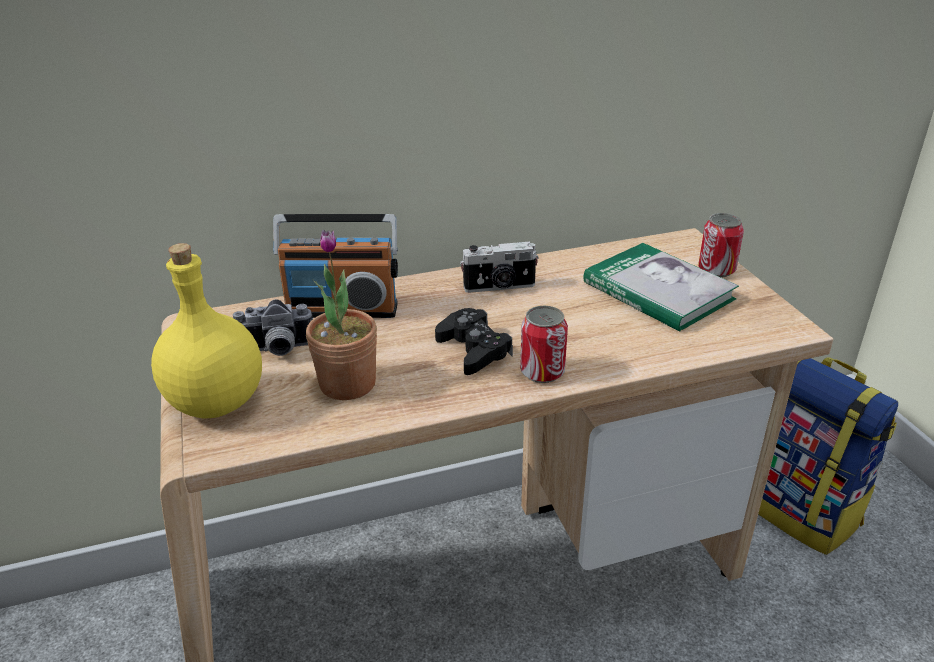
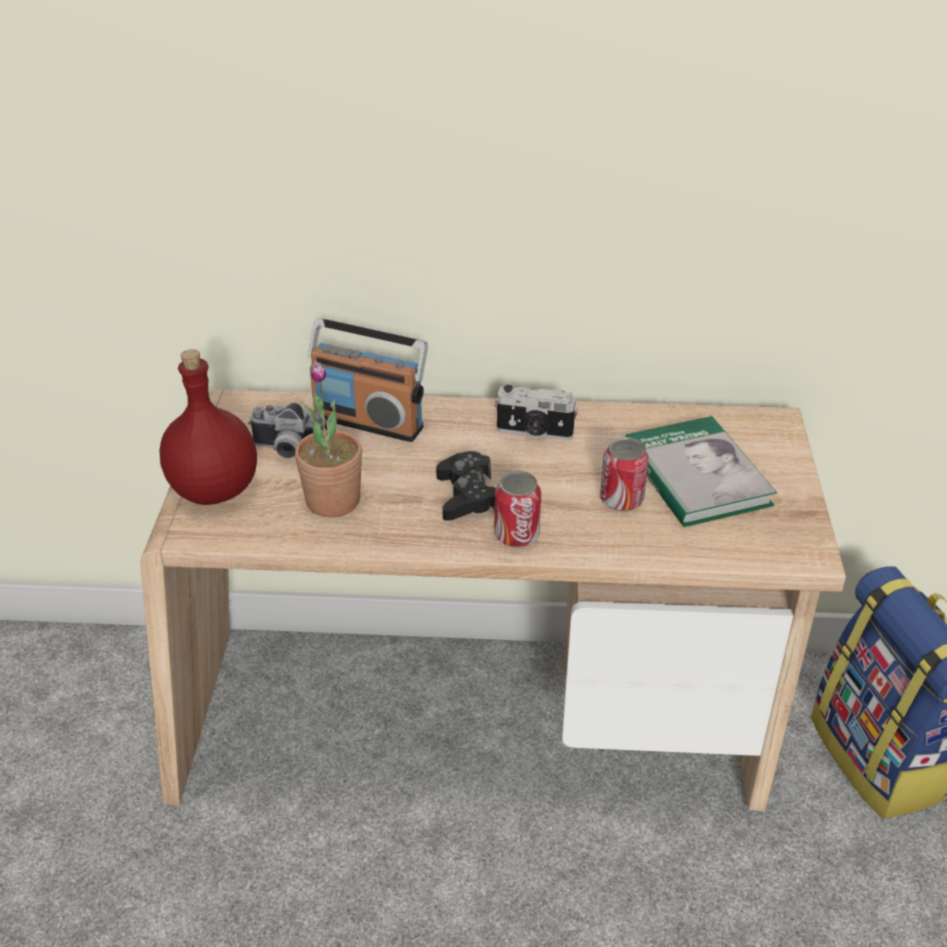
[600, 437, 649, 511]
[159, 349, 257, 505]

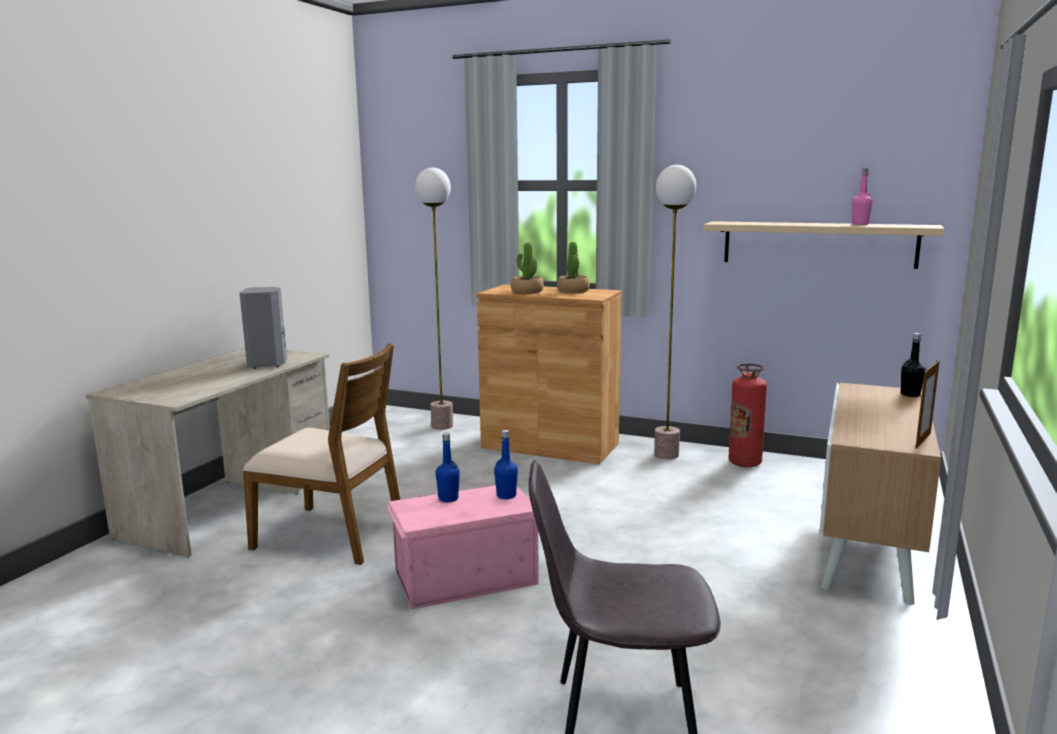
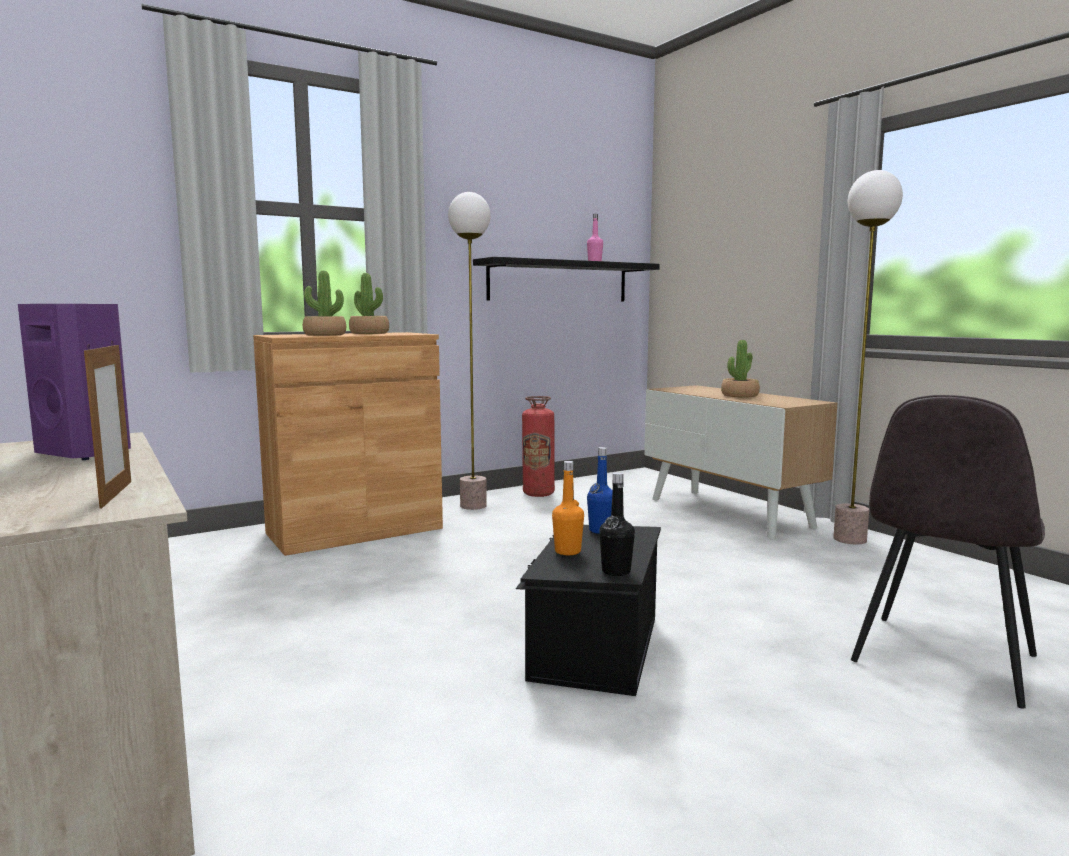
[833, 170, 903, 544]
[473, 257, 660, 301]
[18, 304, 131, 460]
[599, 472, 635, 576]
[243, 343, 400, 565] (first image)
[84, 341, 131, 509]
[552, 461, 584, 555]
[516, 525, 661, 696]
[721, 340, 760, 397]

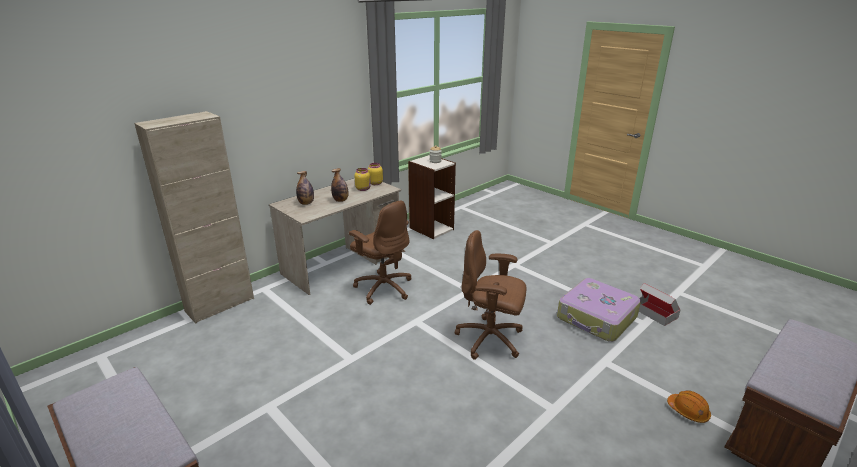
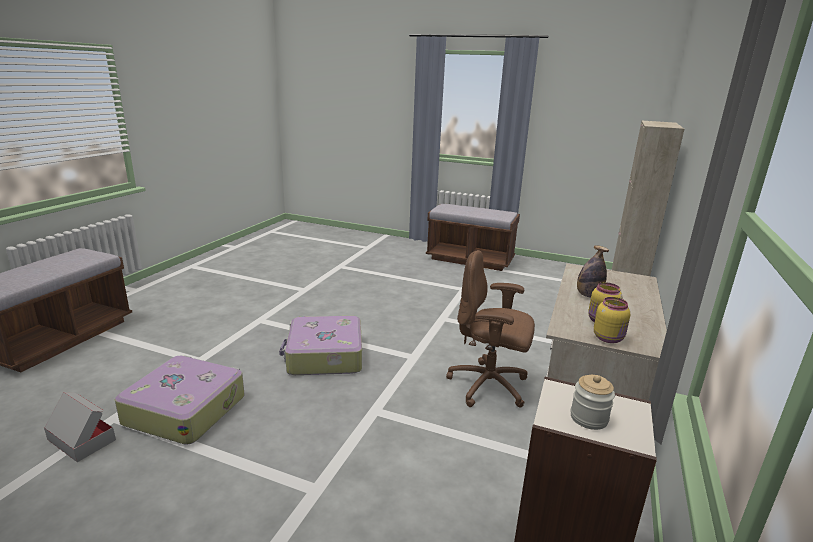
[296, 171, 314, 205] (first image)
[279, 316, 362, 375]
[667, 390, 711, 423] (first image)

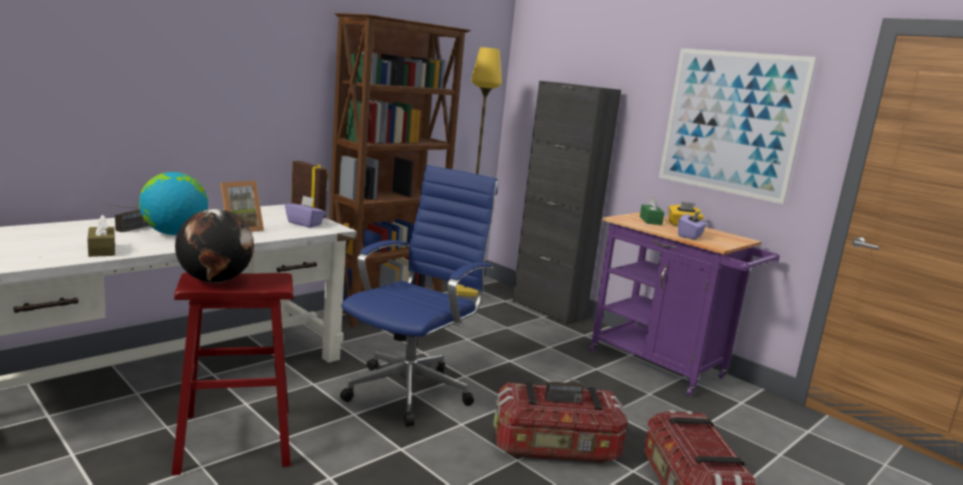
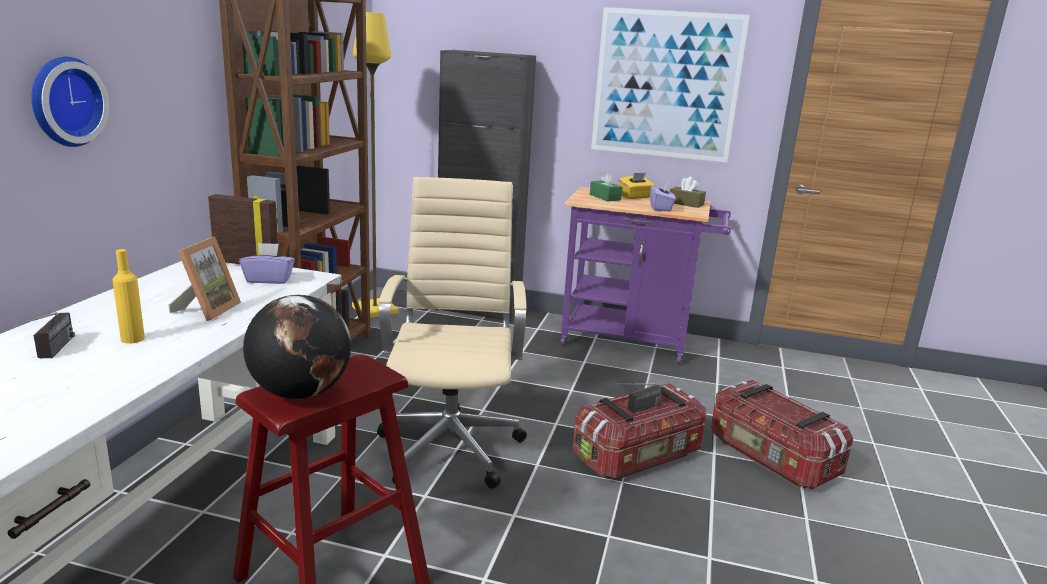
[377, 177, 527, 489]
[112, 249, 145, 344]
[670, 177, 706, 208]
[31, 57, 109, 147]

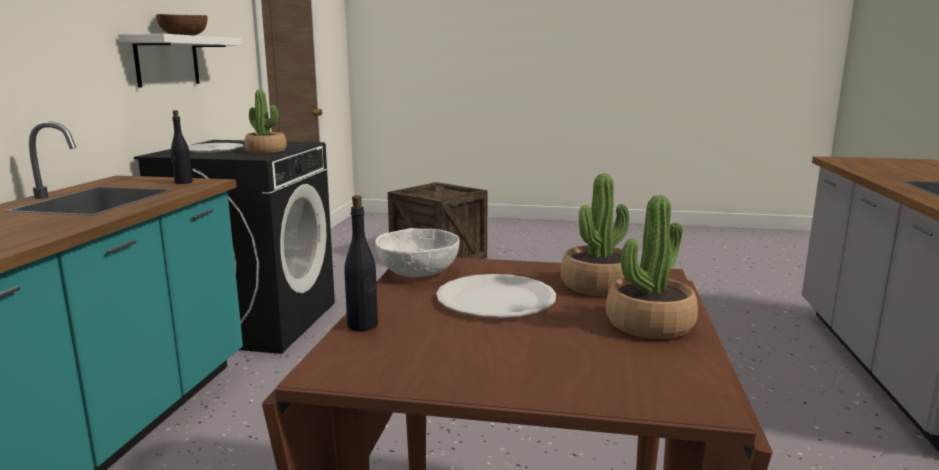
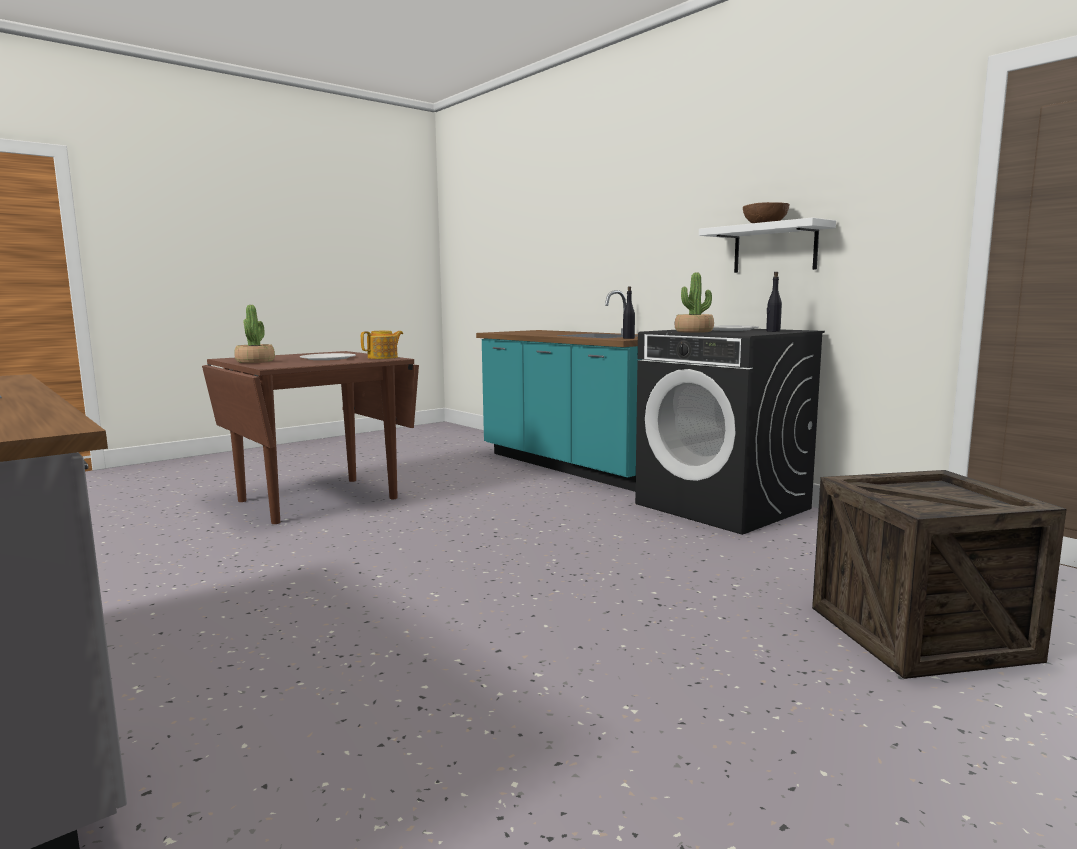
[560, 173, 629, 296] (first image)
[766, 272, 782, 332]
[361, 331, 403, 359]

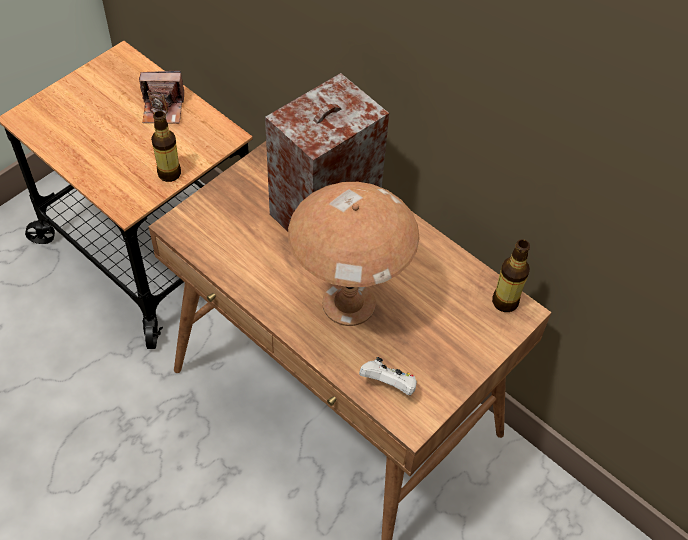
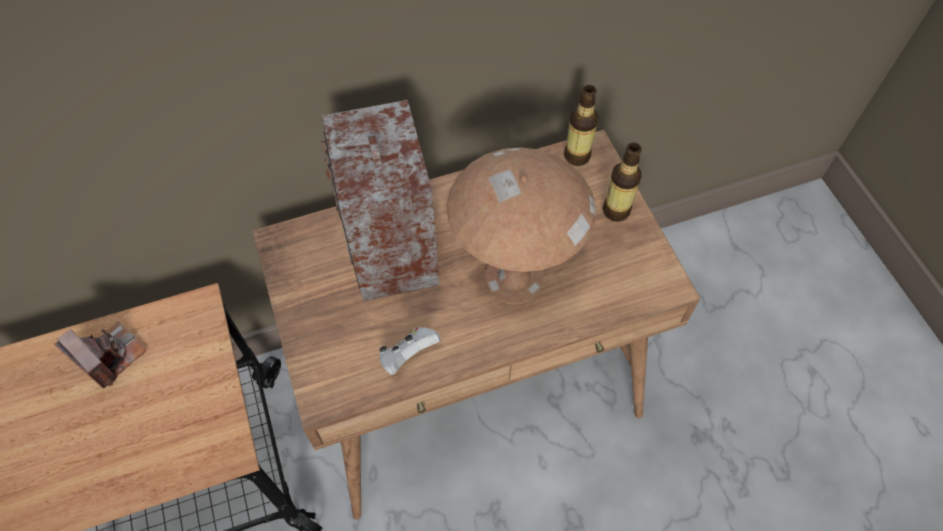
[54, 322, 147, 388]
[603, 143, 642, 222]
[379, 327, 441, 375]

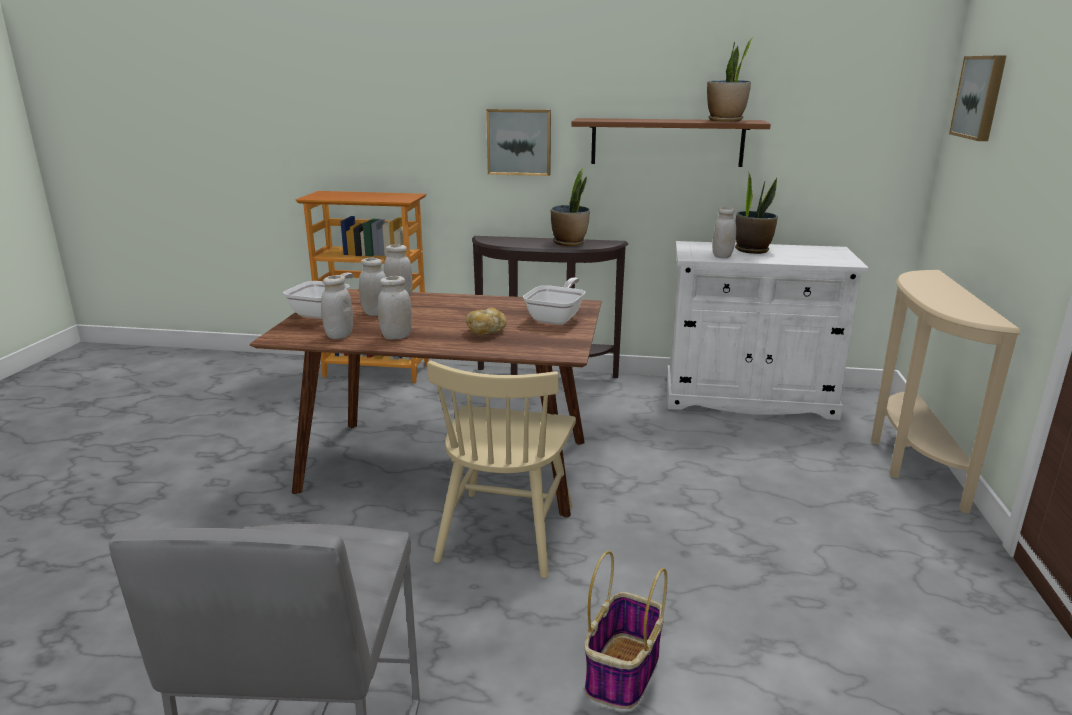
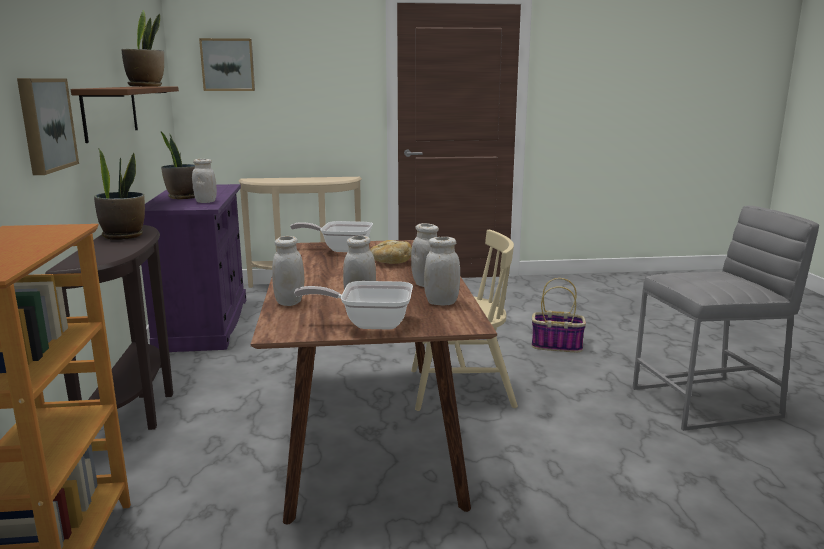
[141, 184, 246, 352]

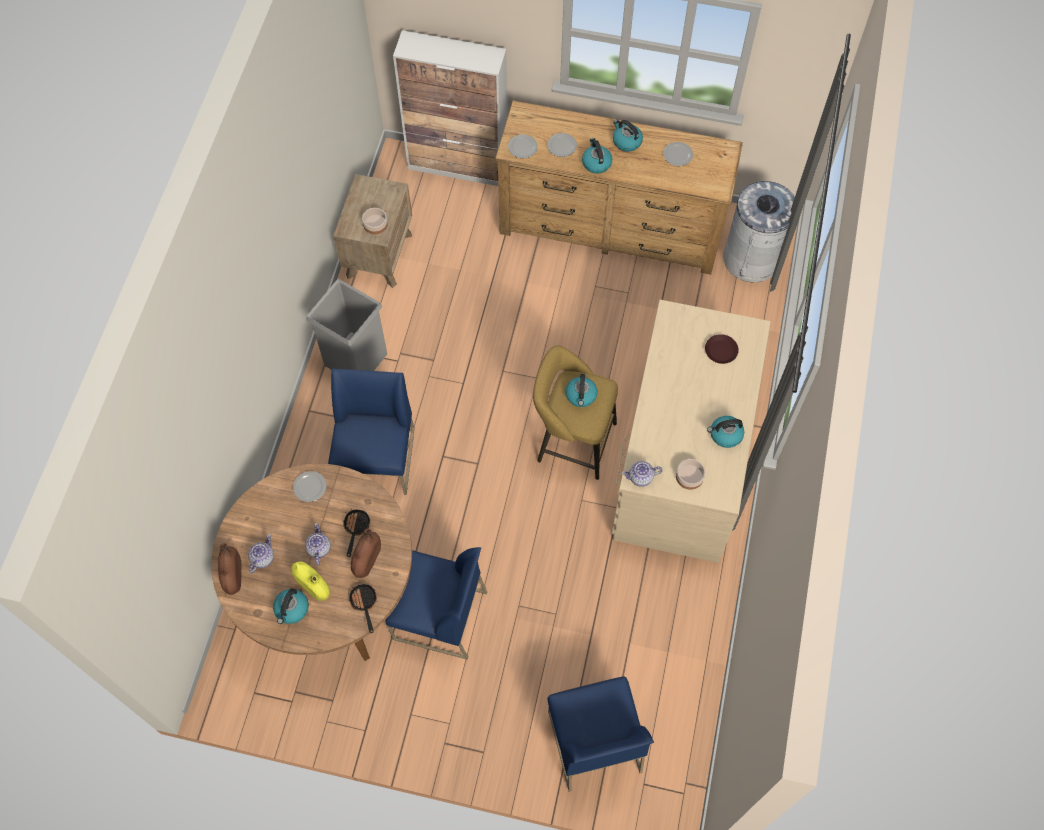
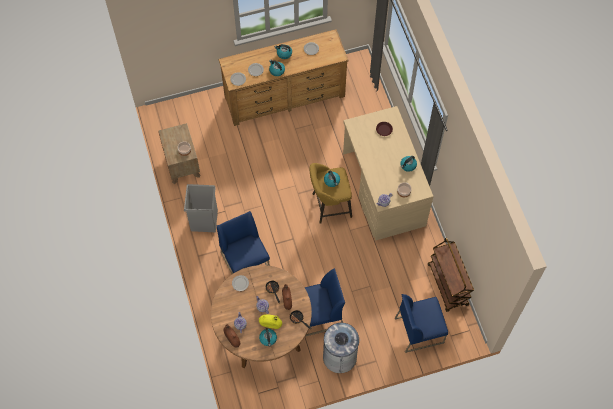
[393, 30, 507, 186] (first image)
[323, 323, 361, 373]
[395, 294, 448, 353]
[428, 238, 474, 312]

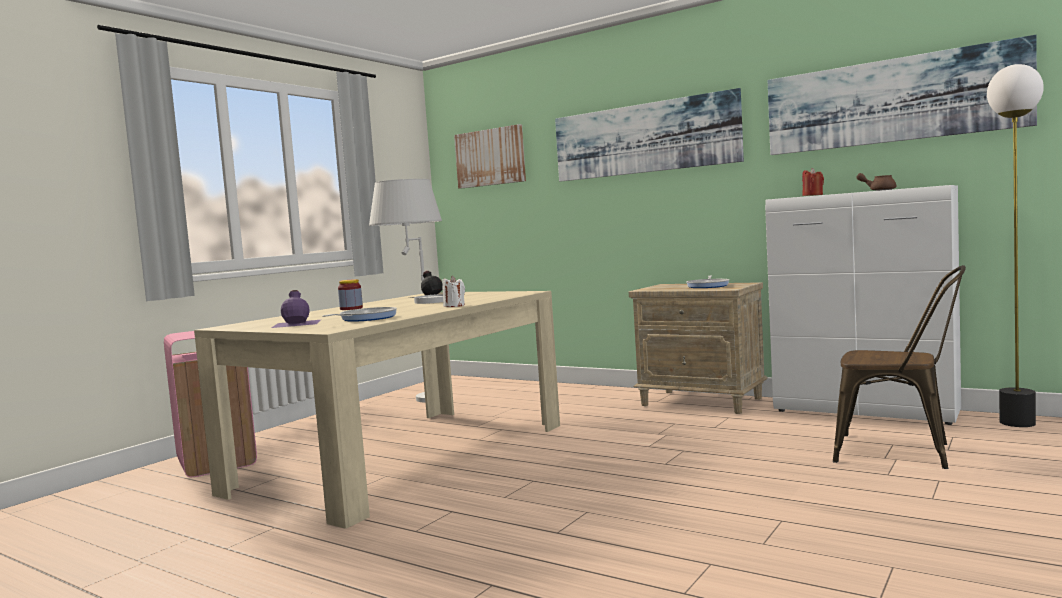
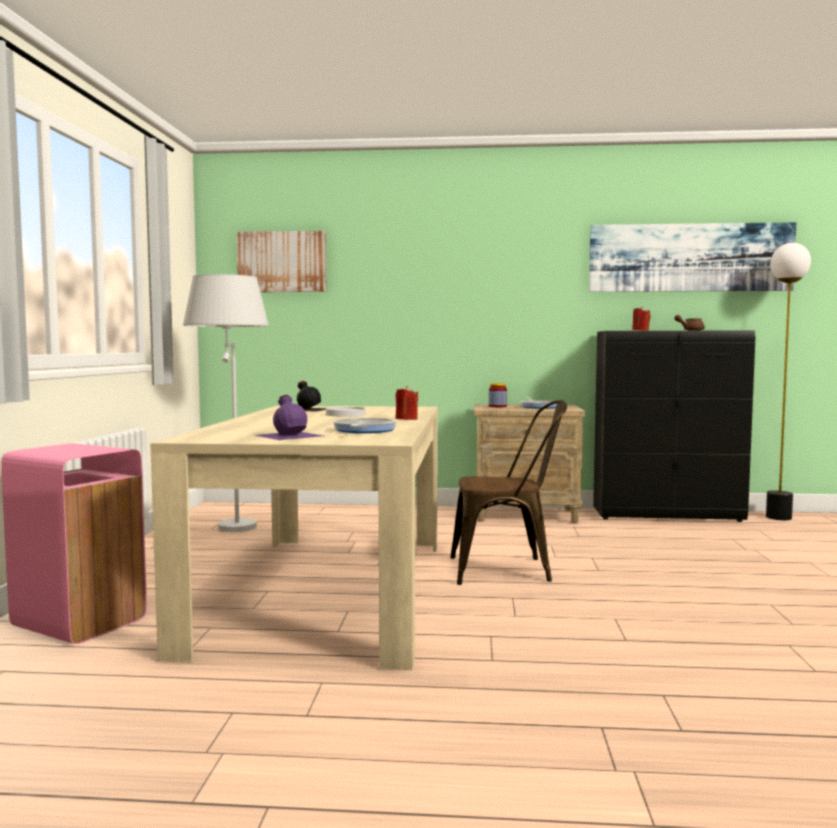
[555, 88, 744, 182] (first image)
[593, 331, 755, 522]
[451, 400, 567, 585]
[395, 386, 418, 420]
[489, 383, 507, 407]

